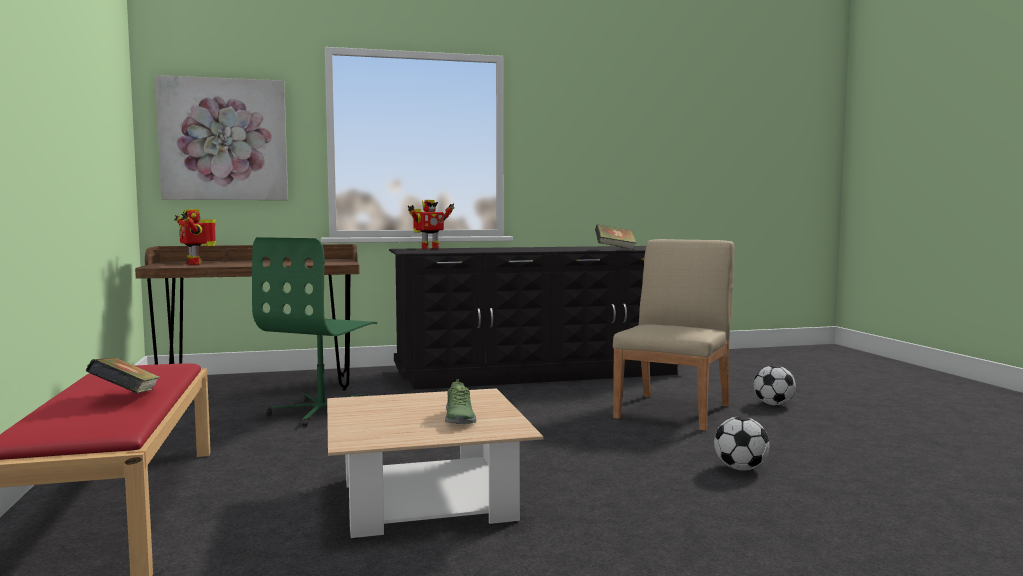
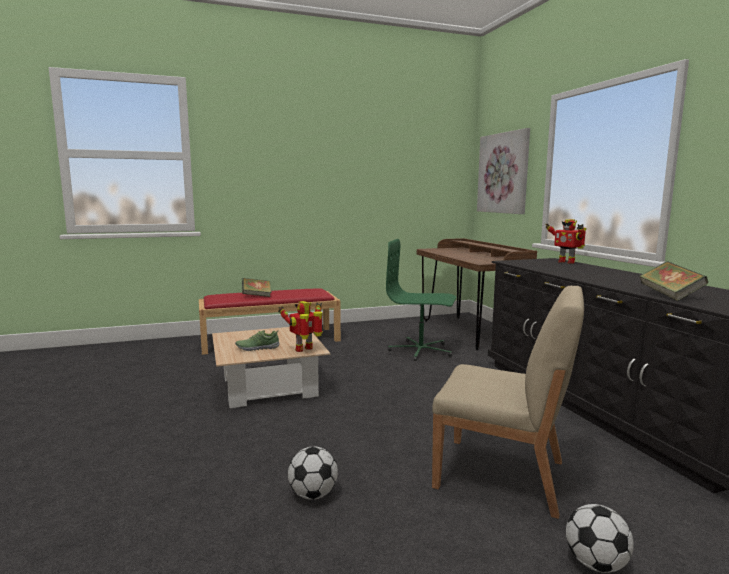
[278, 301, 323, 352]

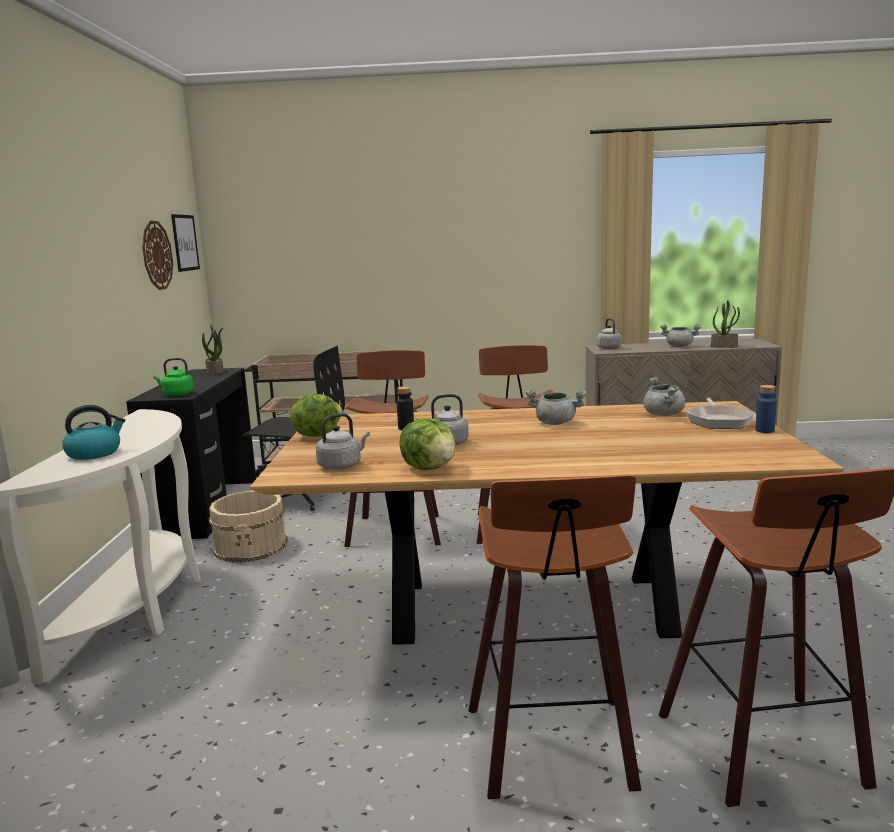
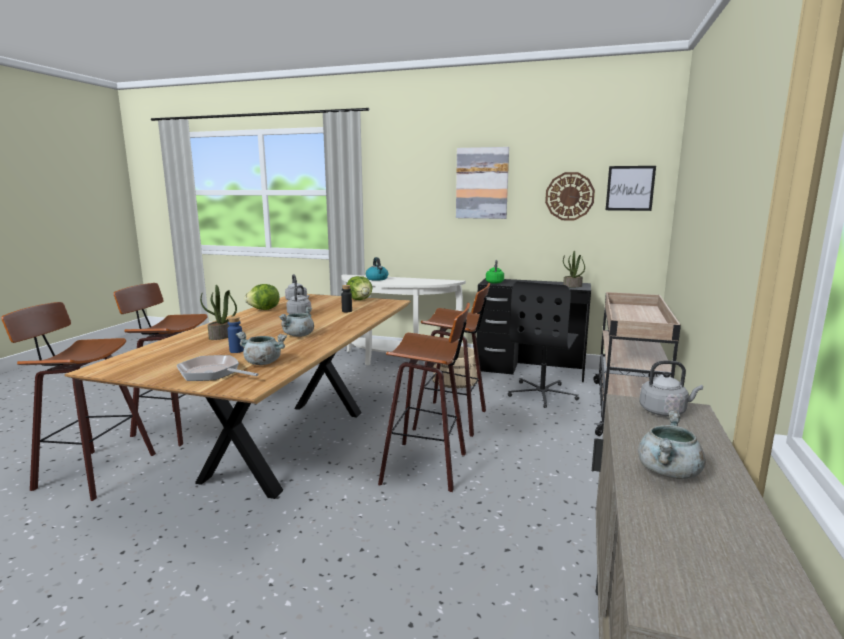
[200, 285, 237, 340]
[227, 316, 244, 353]
[456, 147, 509, 219]

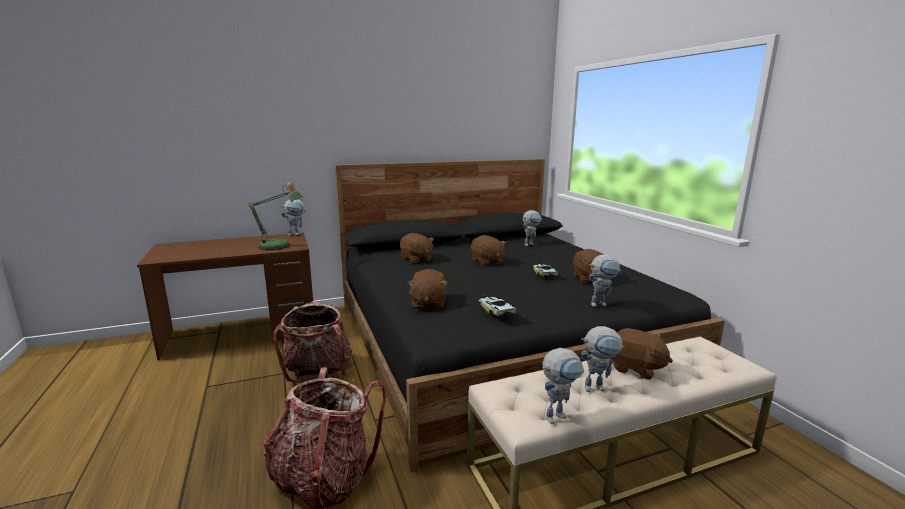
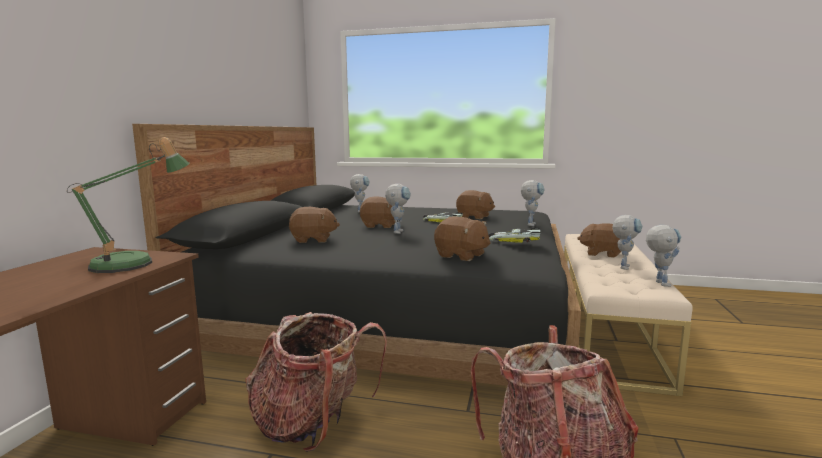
[385, 184, 411, 234]
[577, 223, 621, 258]

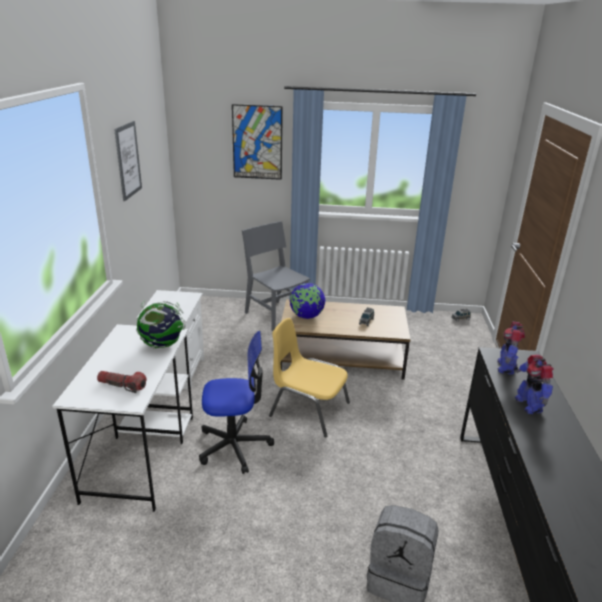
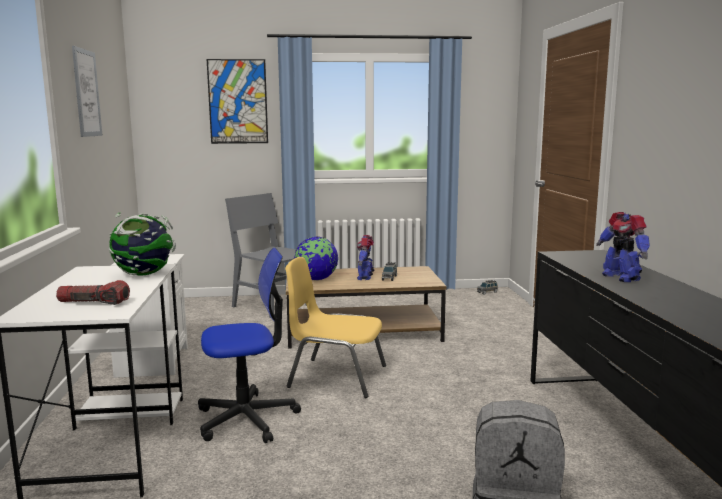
[357, 235, 374, 280]

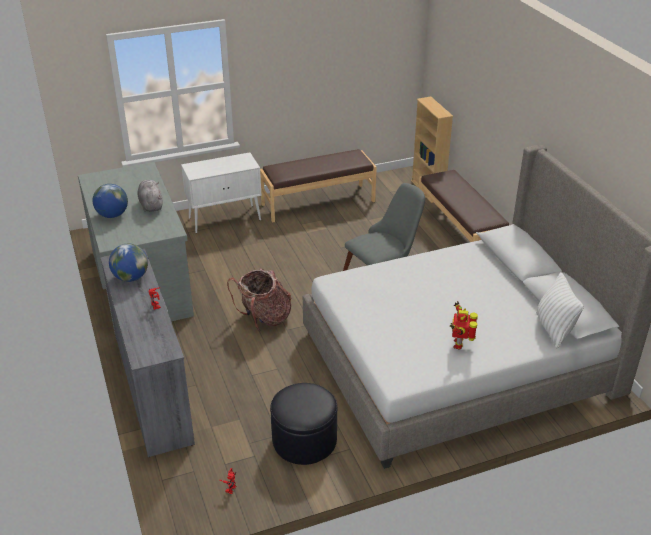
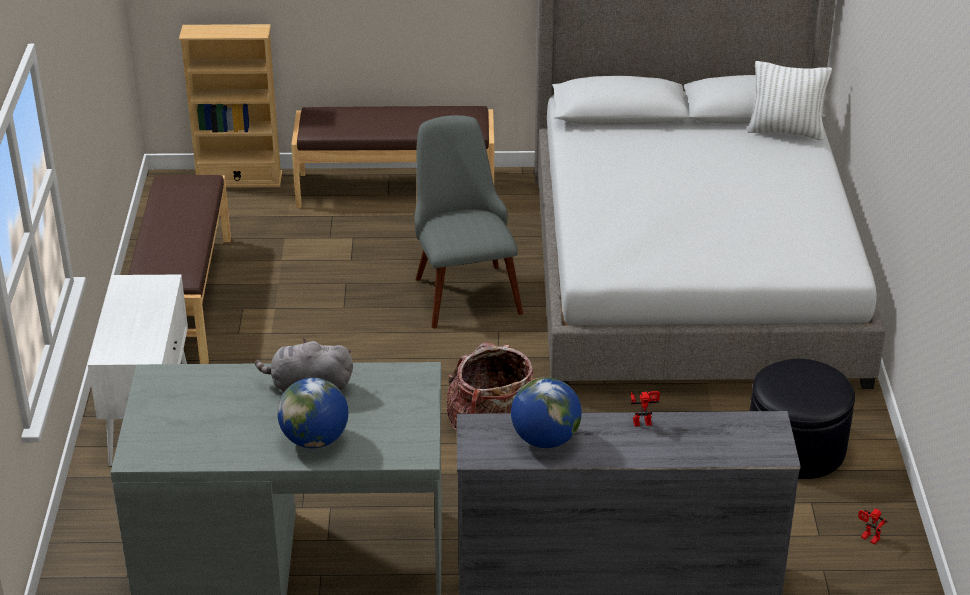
[450, 301, 478, 349] (first image)

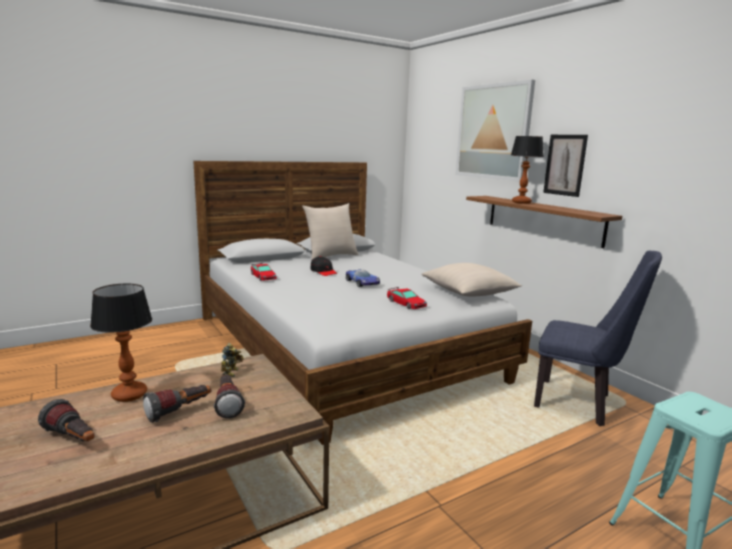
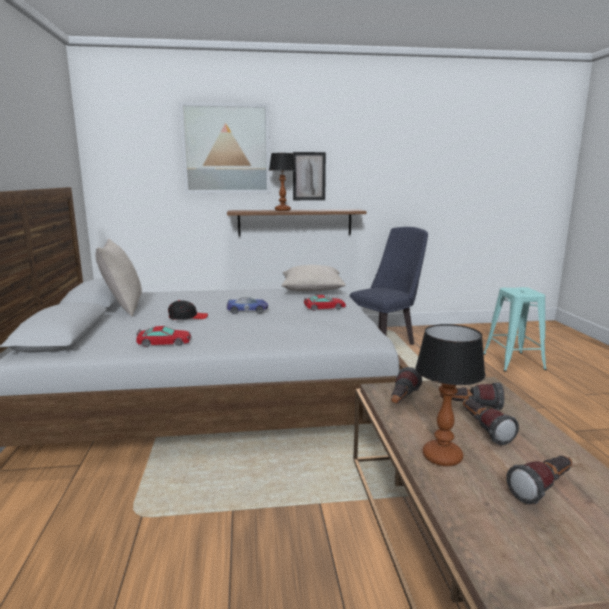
[391, 367, 422, 403]

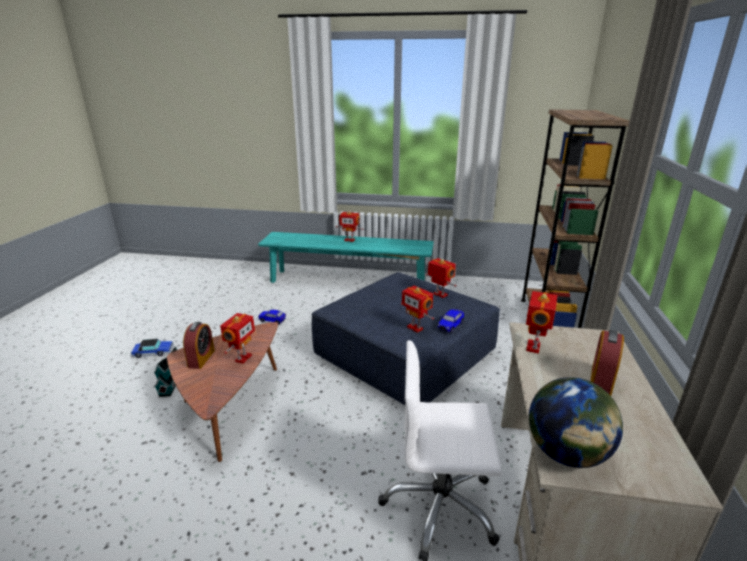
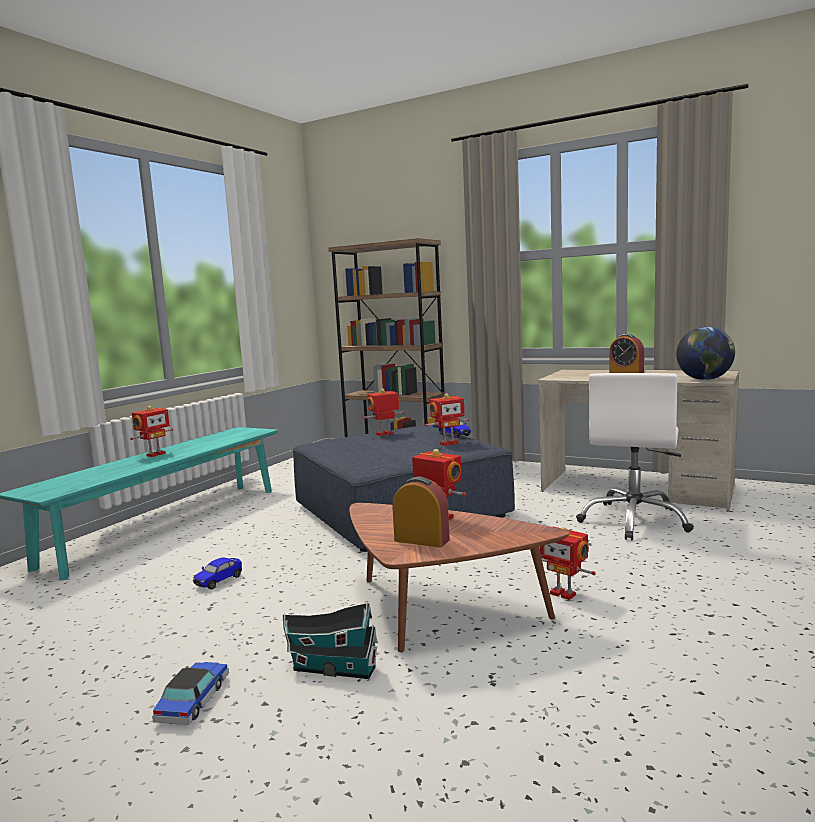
[539, 527, 596, 600]

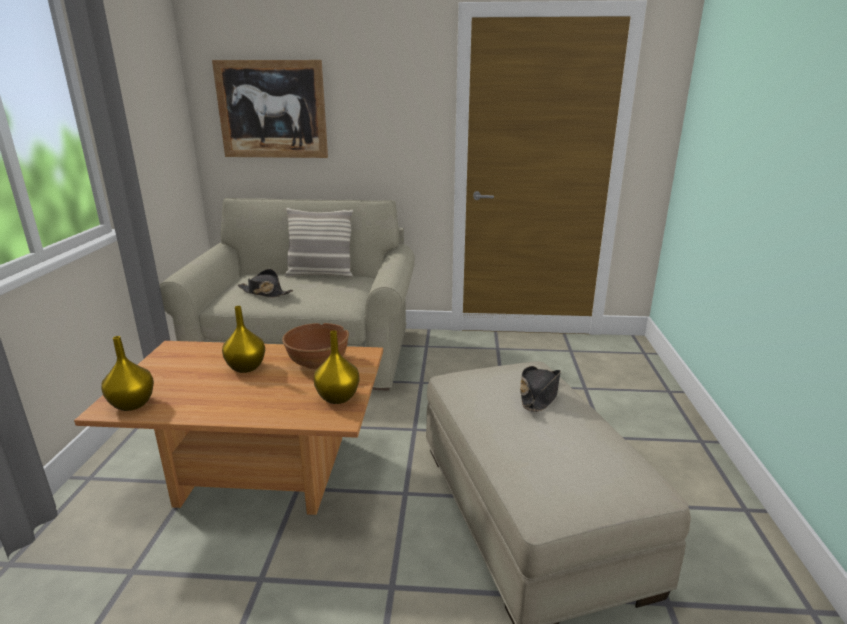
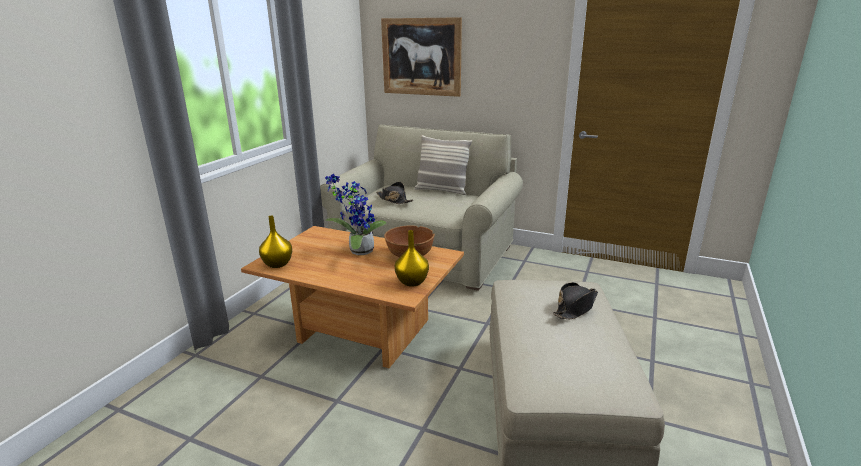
[325, 174, 387, 255]

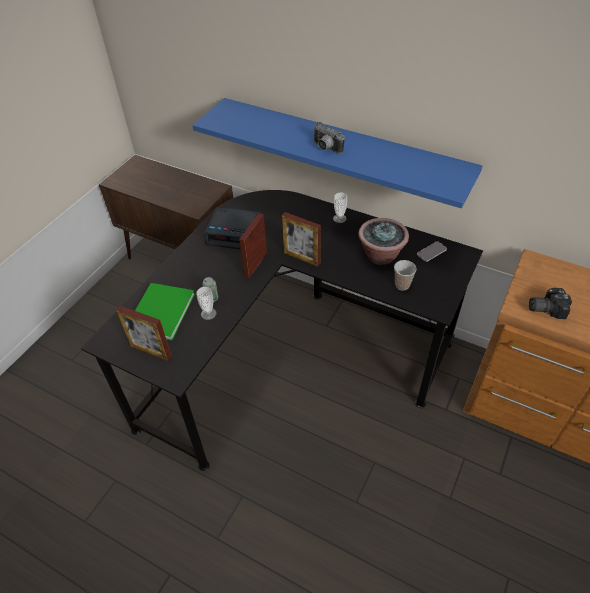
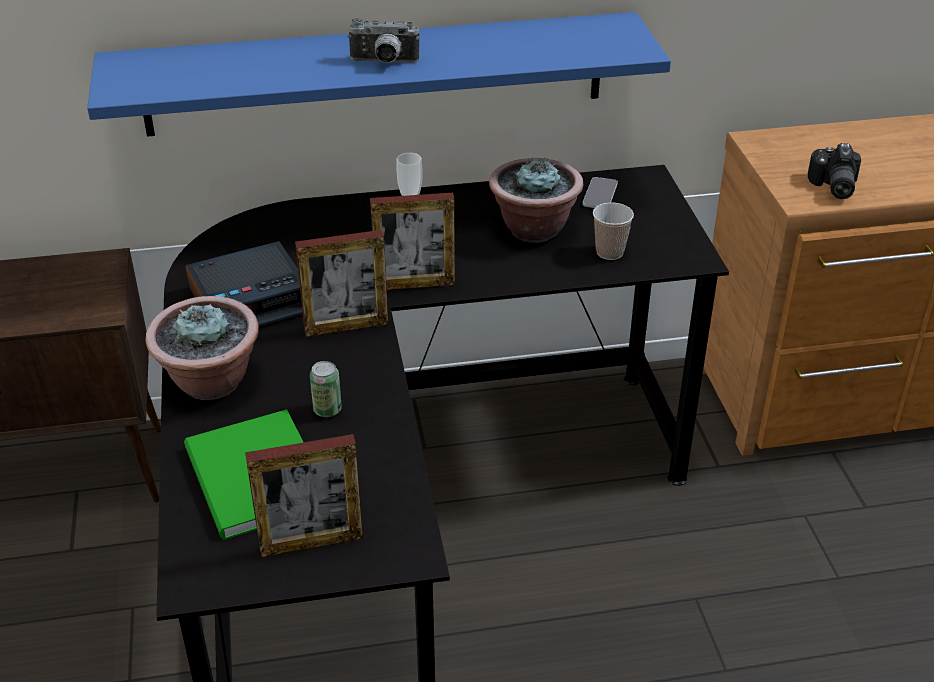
[295, 230, 388, 337]
[196, 287, 216, 320] (first image)
[808, 143, 861, 199]
[145, 296, 259, 400]

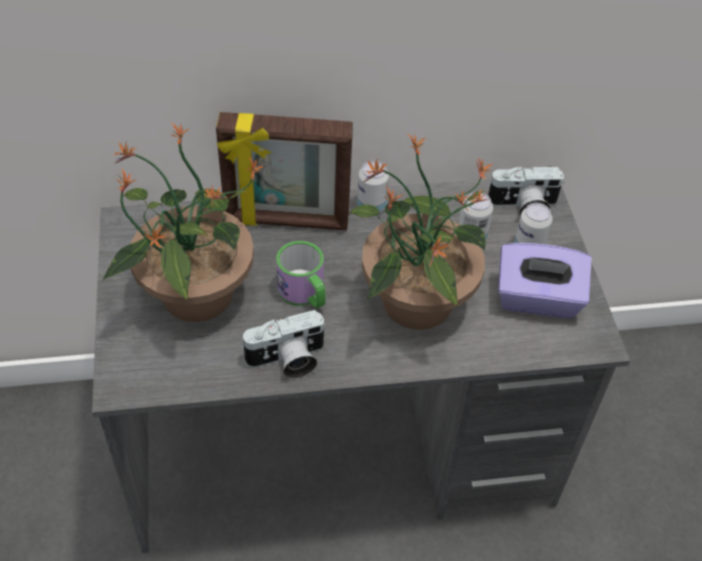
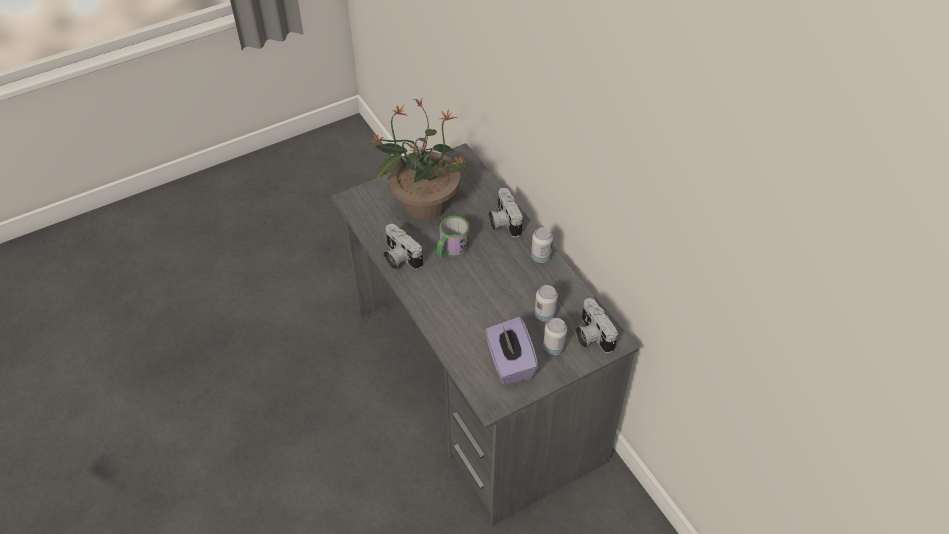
[489, 188, 523, 237]
[349, 135, 493, 330] (first image)

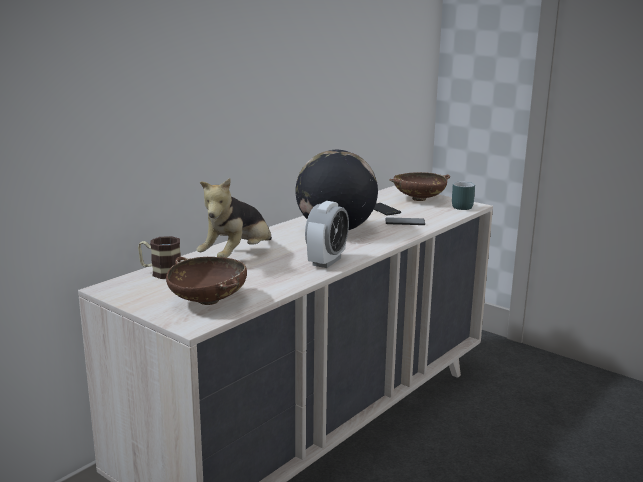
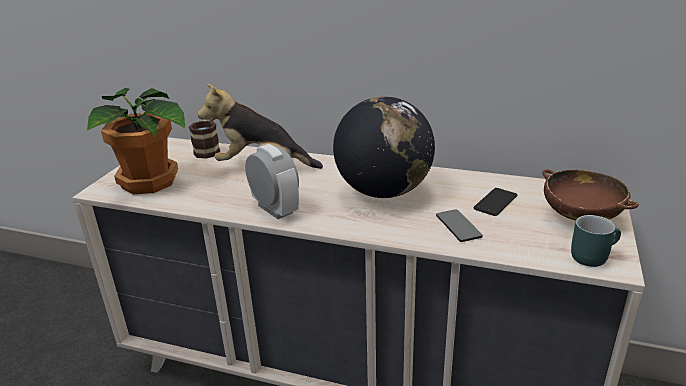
[245, 144, 299, 219]
[87, 88, 186, 194]

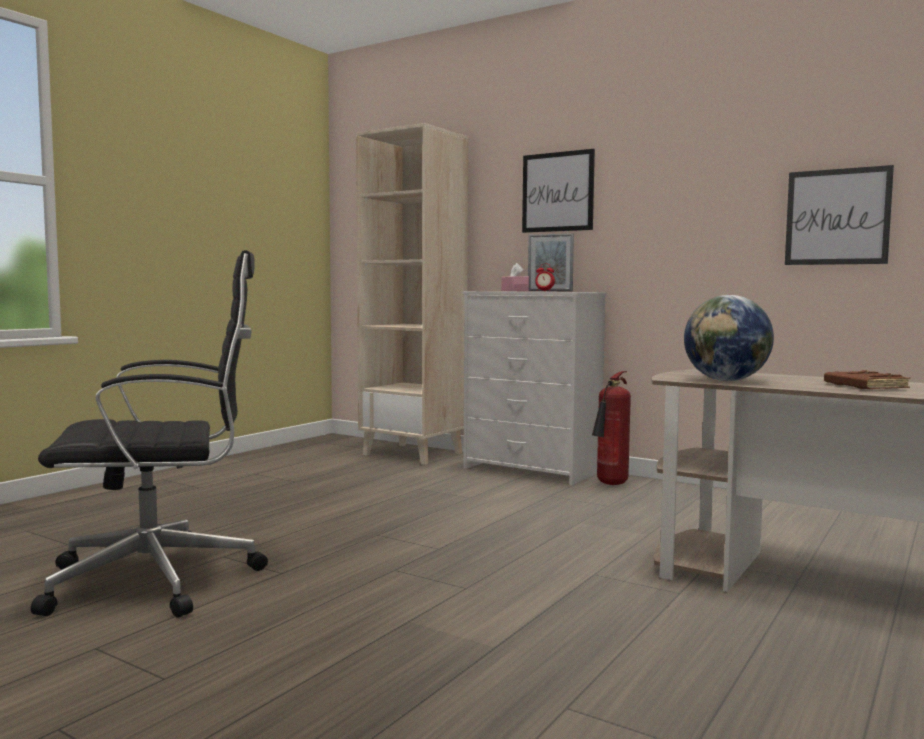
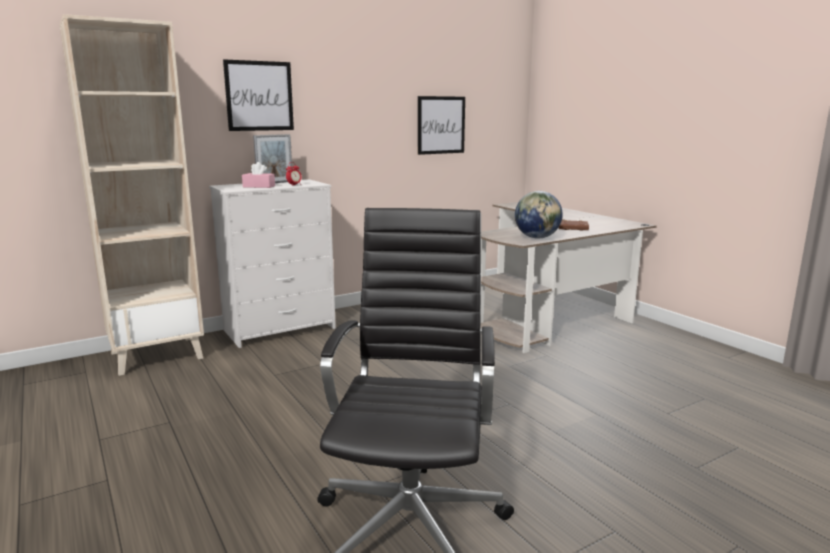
[592, 371, 631, 485] (first image)

